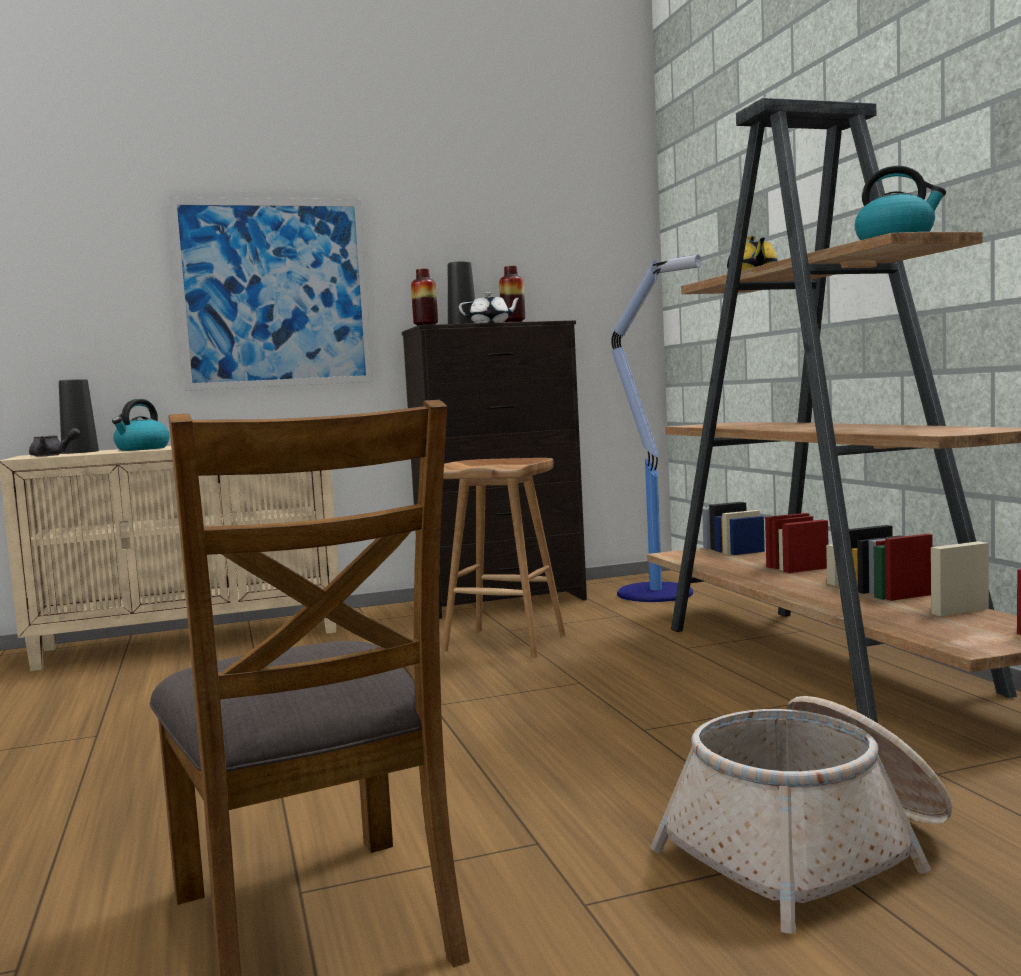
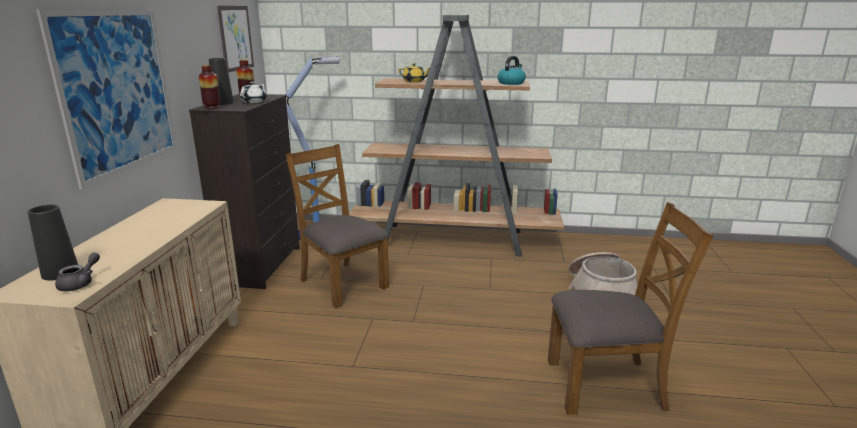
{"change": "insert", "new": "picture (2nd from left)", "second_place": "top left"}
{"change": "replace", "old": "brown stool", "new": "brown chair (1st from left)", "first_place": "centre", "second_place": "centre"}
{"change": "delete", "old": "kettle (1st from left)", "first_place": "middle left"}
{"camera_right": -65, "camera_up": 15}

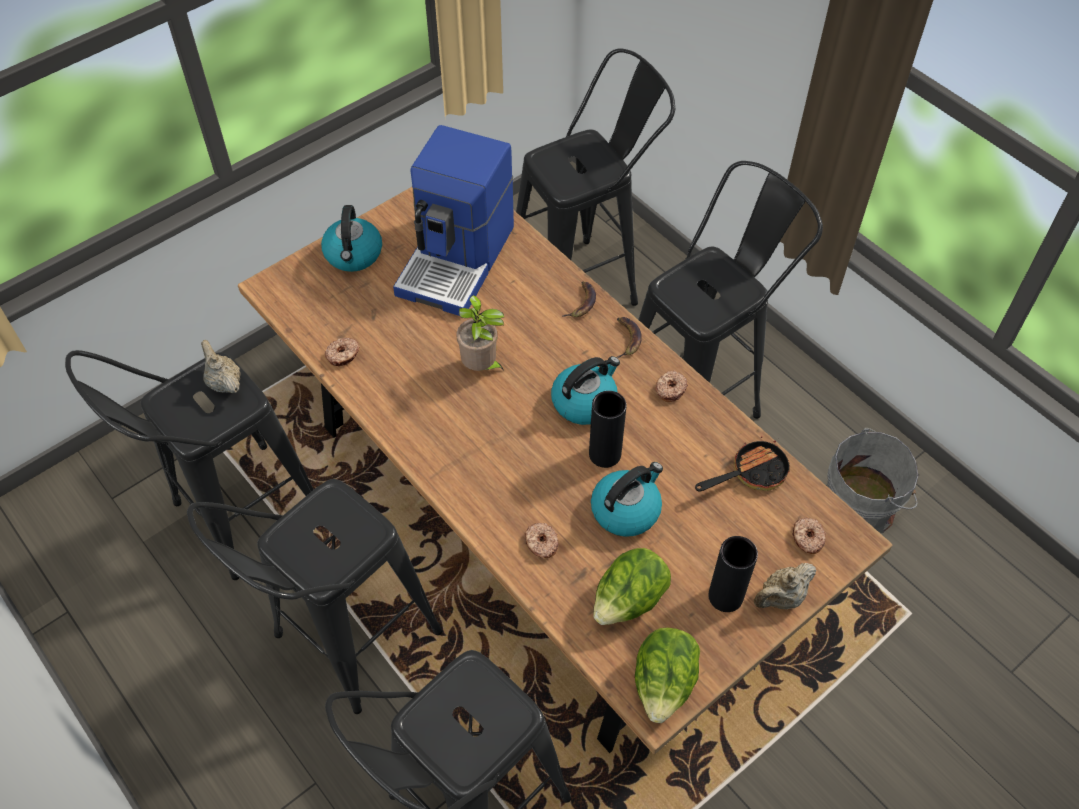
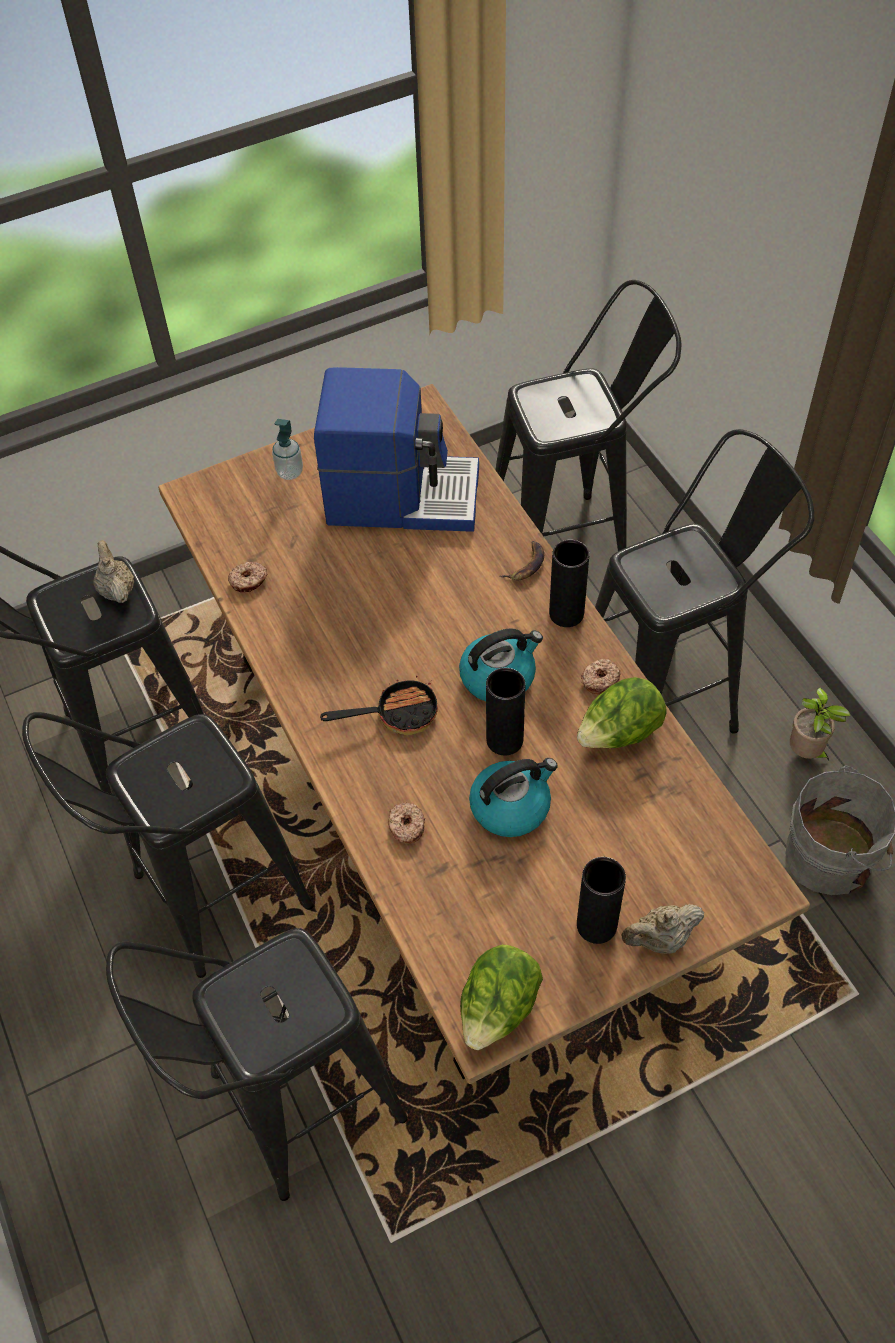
{"change": "replace", "old": "kettle (1st from left)", "new": "soap dispenser", "first_place": "top left", "second_place": "middle left"}
{"change": "rotate", "old": "coffee machine", "first_place": "top centre", "second_place": "centre", "degrees": -120}
{"change": "move", "old": "frying pan", "first_place": "middle right", "second_place": "centre"}
{"change": "replace", "old": "banana (2nd from left)", "new": "black vase (2nd from left)", "first_place": "centre", "second_place": "centre"}
{"change": "move", "old": "lettuce (1st from left in the first image)", "new": "lettuce (2nd from left)", "first_place": "bottom centre", "second_place": "middle right"}
{"change": "move", "old": "potted plant", "first_place": "centre", "second_place": "middle right"}
{"change": "delete", "old": "donut (4th from left)", "first_place": "middle right"}
{"camera_right": 15, "camera_up": 0}

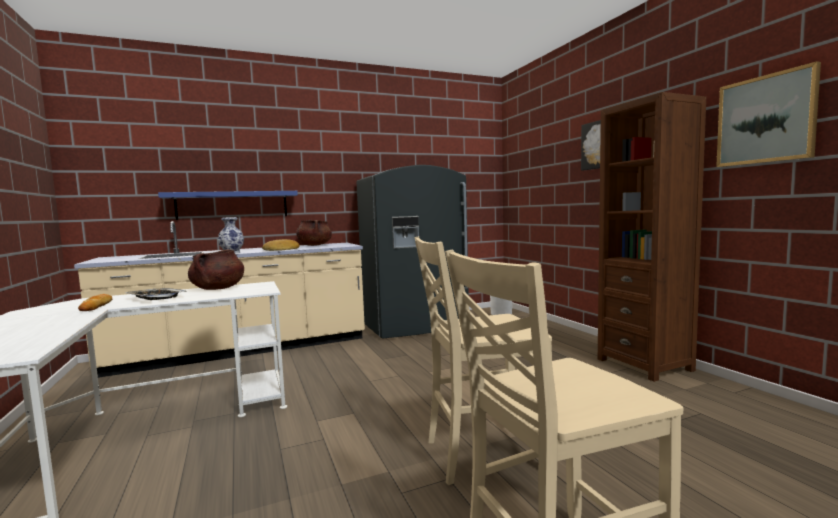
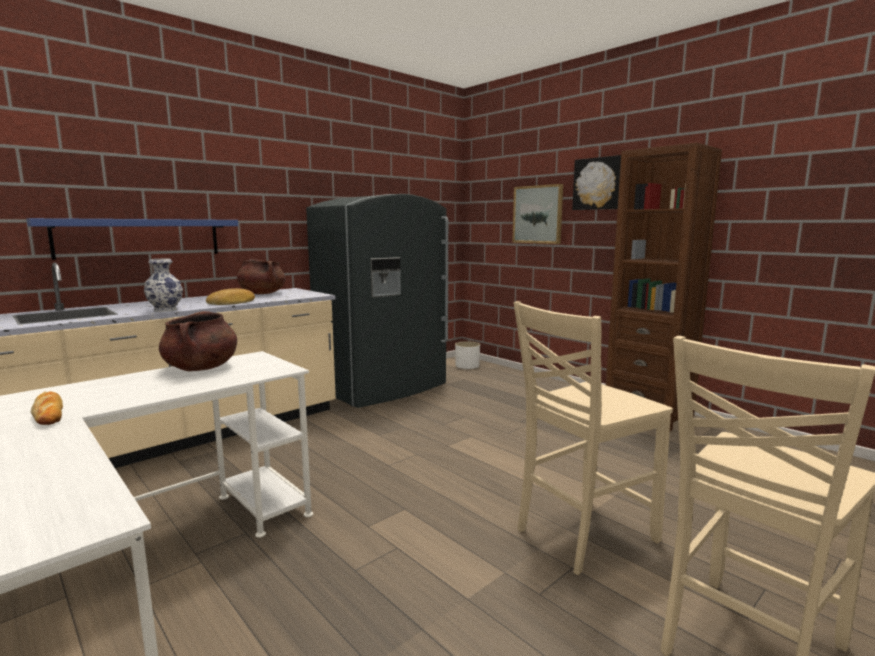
{"change": "move", "old": "picture (2nd from left in the first image)", "new": "picture (1st from left)", "first_place": "top right", "second_place": "top centre"}
{"change": "delete", "old": "tray", "first_place": "middle left"}
{"camera_right": -20, "camera_up": 5}

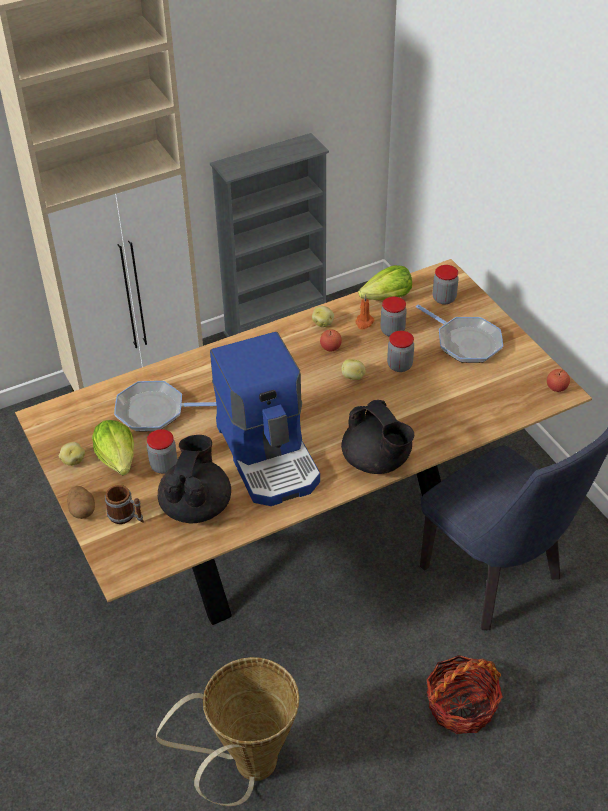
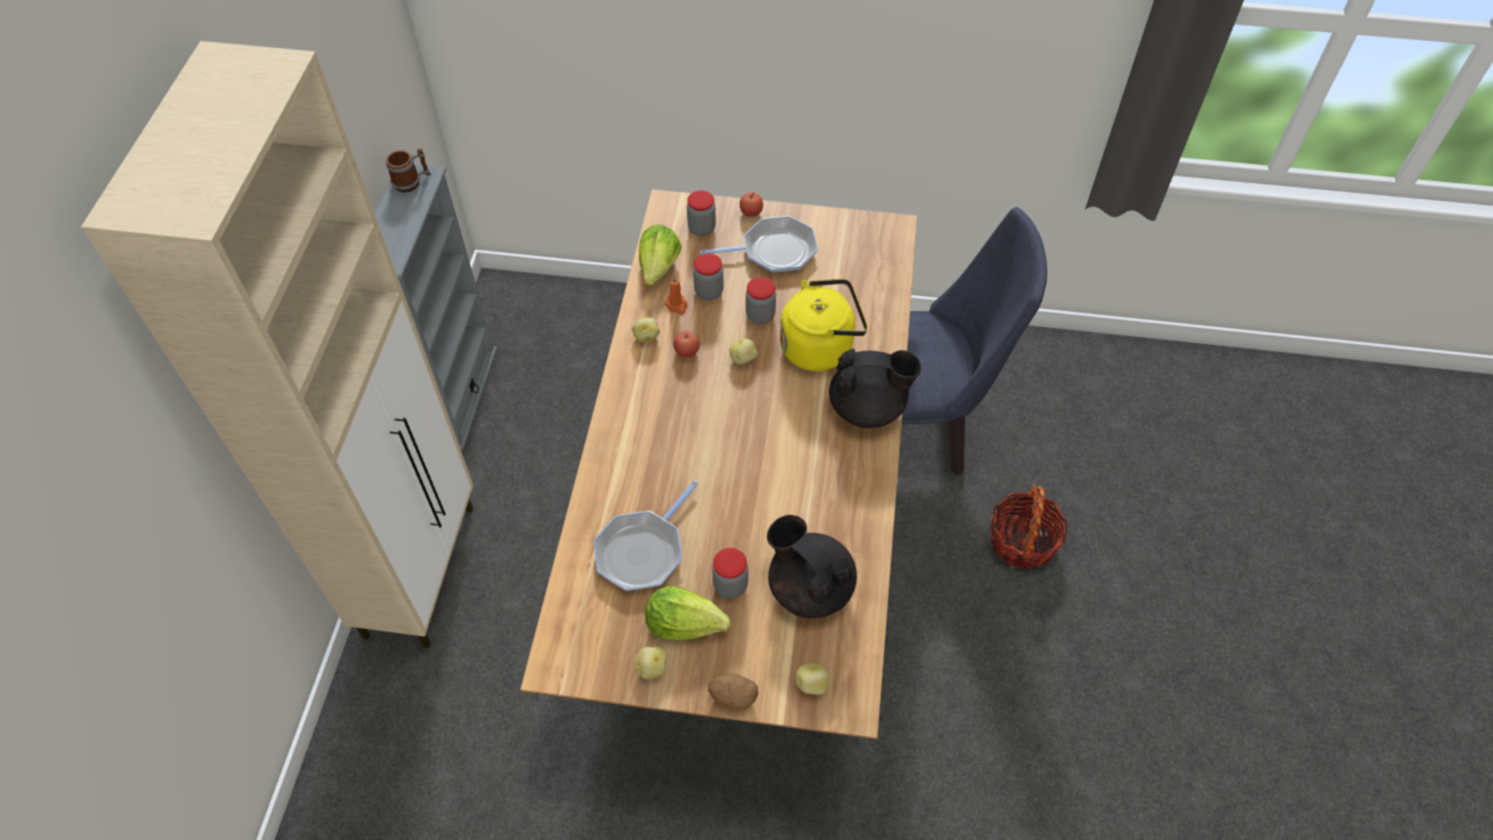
{"change": "move", "old": "mug", "first_place": "middle left", "second_place": "top left"}
{"change": "move", "old": "apple (2nd from left)", "first_place": "middle right", "second_place": "top centre"}
{"change": "insert", "new": "yellow kettle", "second_place": "centre"}
{"change": "insert", "new": "potato (5th from left)", "second_place": "bottom centre"}
{"change": "delete", "old": "basket (1st from left)", "first_place": "bottom centre"}
{"change": "delete", "old": "coffee machine", "first_place": "centre"}
{"camera_right": -55, "camera_up": 10}

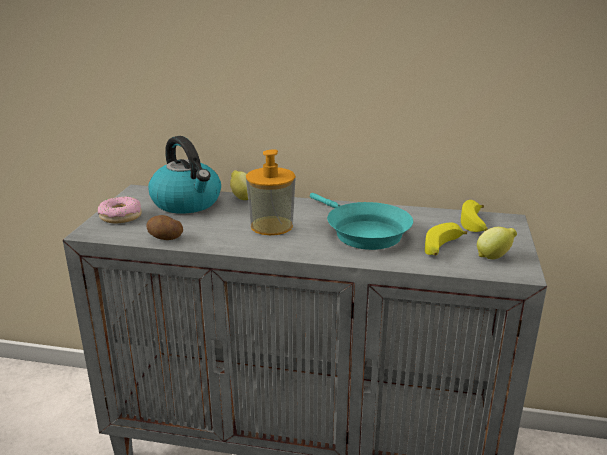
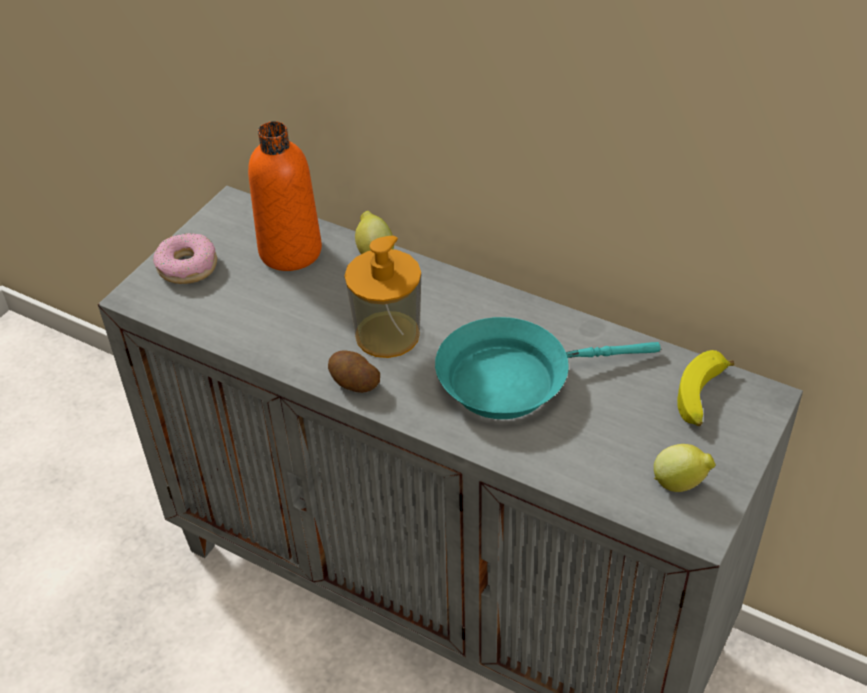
{"change": "replace", "old": "kettle", "new": "orange bottle", "first_place": "middle left", "second_place": "top left"}
{"change": "move", "old": "potato", "first_place": "middle left", "second_place": "centre"}
{"change": "rotate", "old": "turquoise frying pan", "first_place": "centre", "second_place": "centre", "degrees": 90}
{"change": "delete", "old": "banana (1st from left)", "first_place": "middle right"}
{"camera_right": 20, "camera_up": 20}

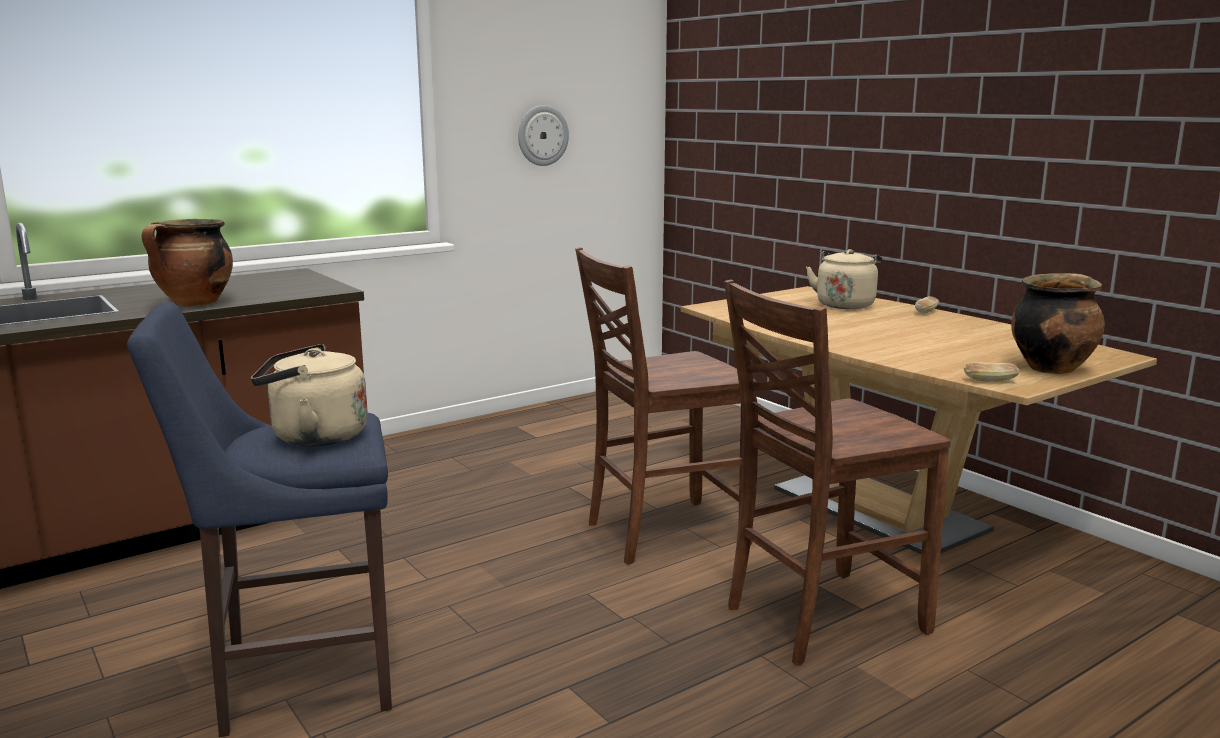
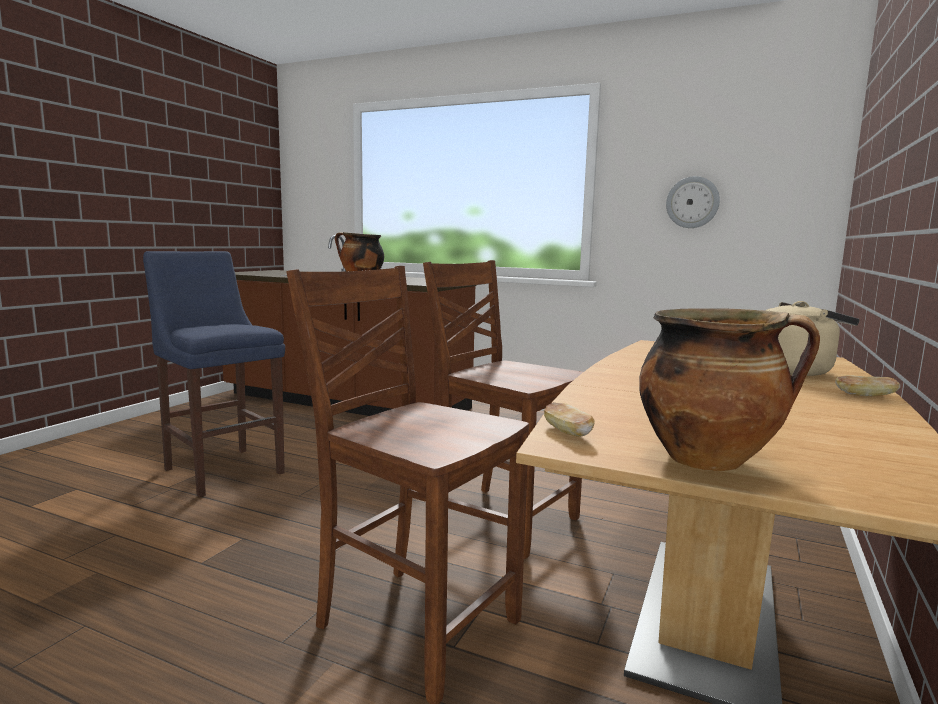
{"change": "delete", "old": "beige kettle (1st from left)", "first_place": "middle left"}
{"camera_right": 60, "camera_up": -5}

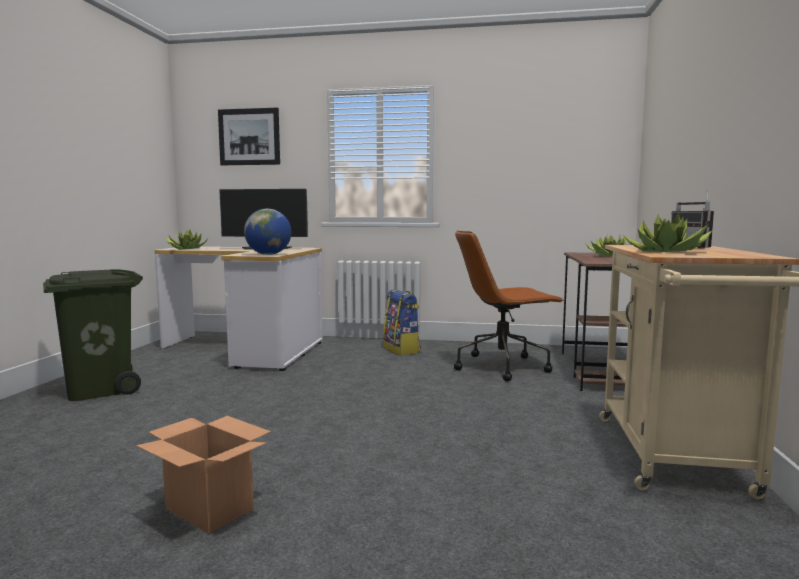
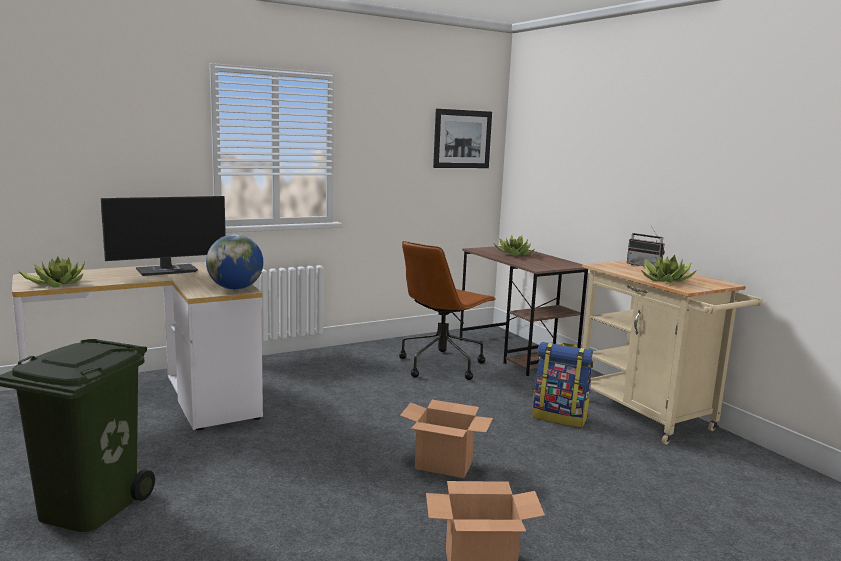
{"change": "insert", "new": "cardboard box (1st from left)", "second_place": "bottom centre"}
{"change": "move", "old": "picture", "first_place": "top left", "second_place": "top centre"}
{"change": "move", "old": "backpack", "first_place": "centre", "second_place": "bottom right"}
{"camera_right": -40, "camera_up": 5}

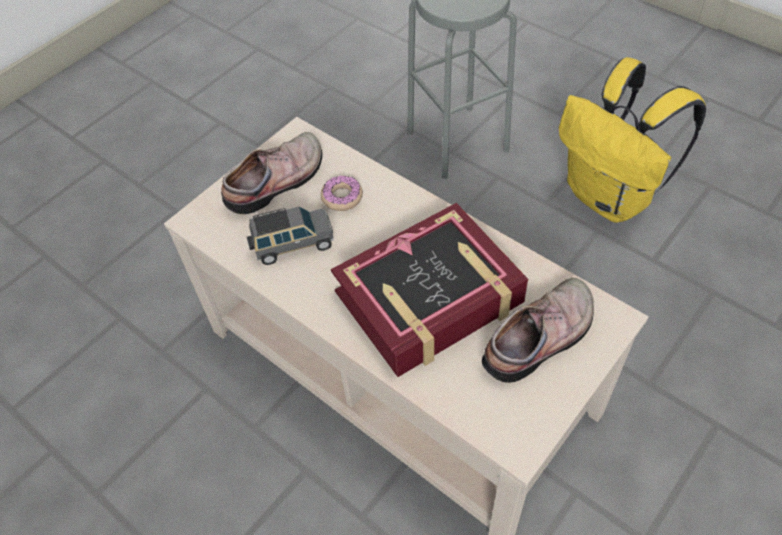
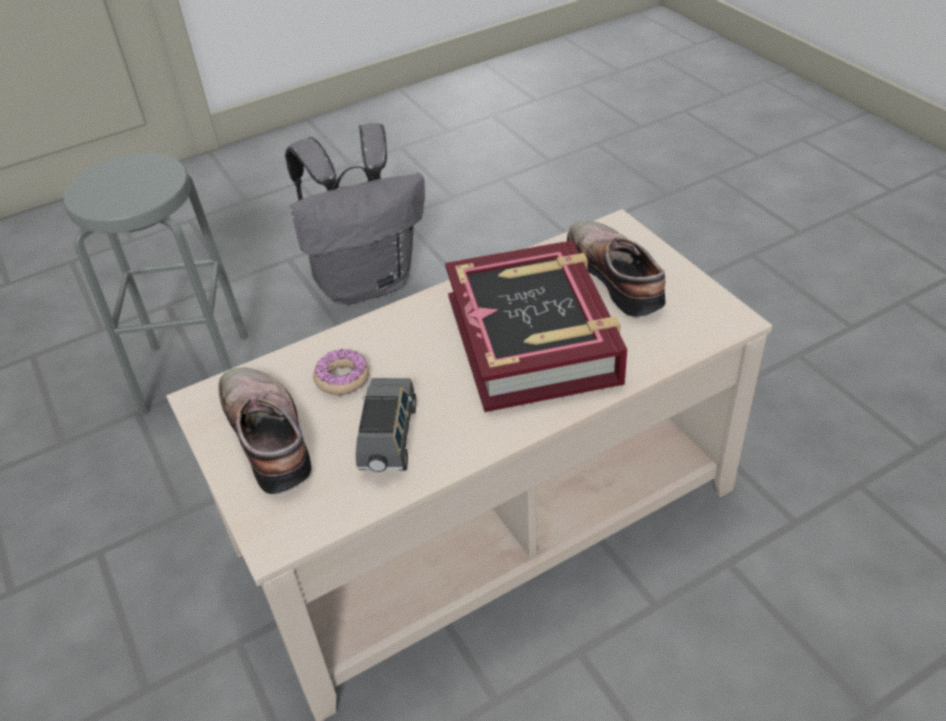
{"change": "recolor", "old": "yellow backpack", "new": "grey backpack", "first_place": "top right", "second_place": "top centre"}
{"camera_right": -70, "camera_up": -10}

